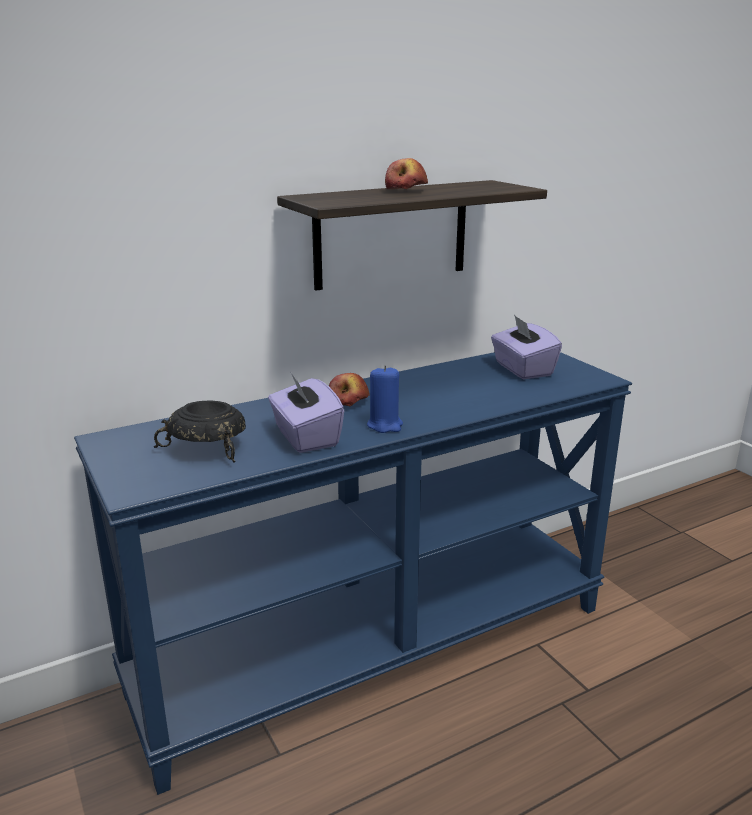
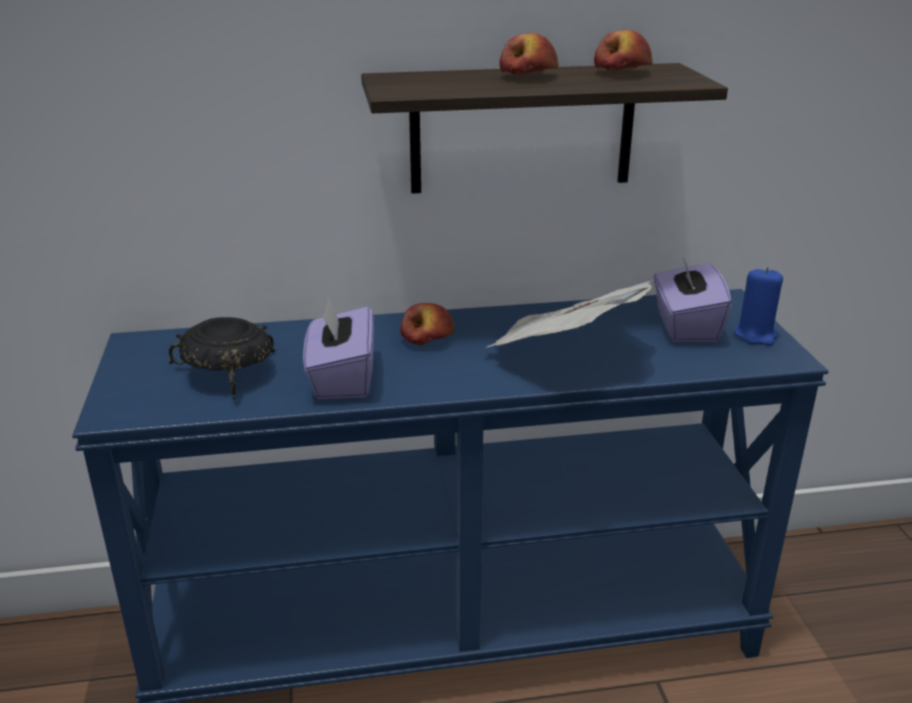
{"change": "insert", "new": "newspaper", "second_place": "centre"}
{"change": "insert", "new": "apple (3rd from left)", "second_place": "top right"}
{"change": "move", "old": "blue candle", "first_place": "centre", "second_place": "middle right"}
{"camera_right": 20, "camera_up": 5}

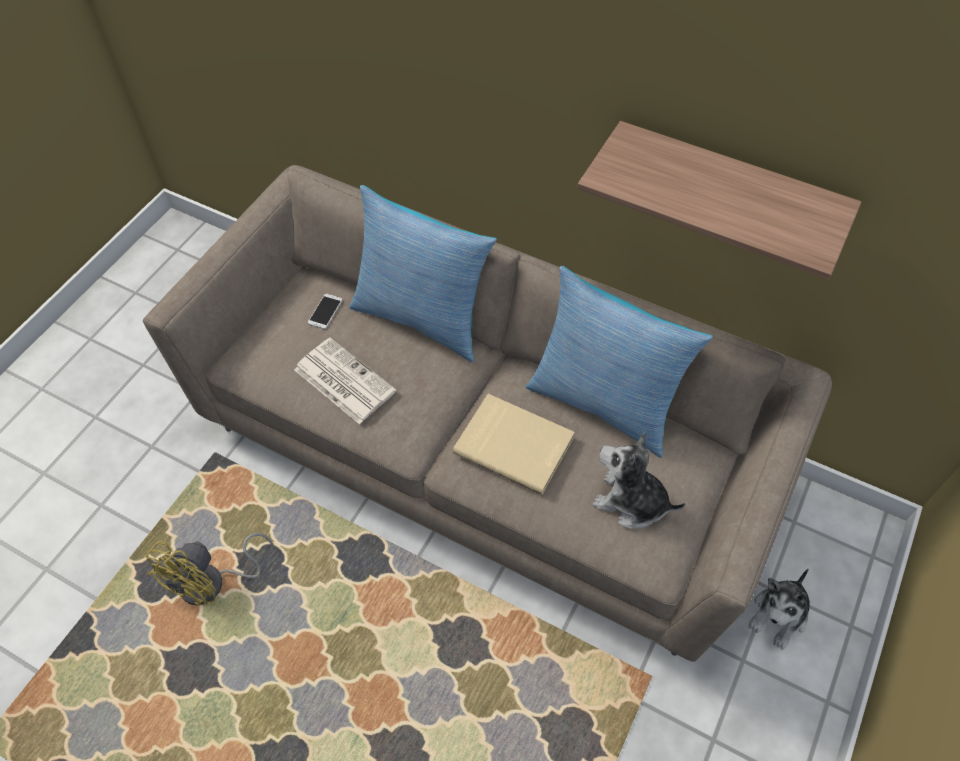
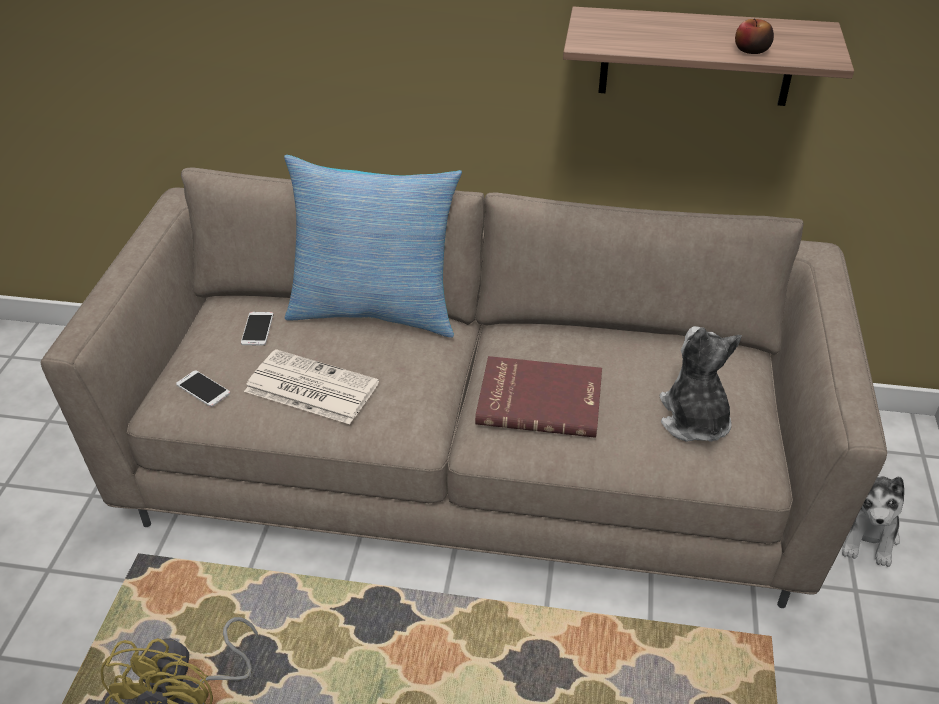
{"change": "insert", "new": "phone (1st from left)", "second_place": "middle left"}
{"change": "recolor", "old": "beige book", "new": "red book", "first_place": "centre", "second_place": "centre"}
{"change": "rotate", "old": "plush toy (1st from left)", "first_place": "centre", "second_place": "middle right", "degrees": 75}
{"change": "insert", "new": "apple", "second_place": "top right"}
{"change": "delete", "old": "pillow (2nd from left)", "first_place": "centre"}
{"camera_right": -20, "camera_up": -15}

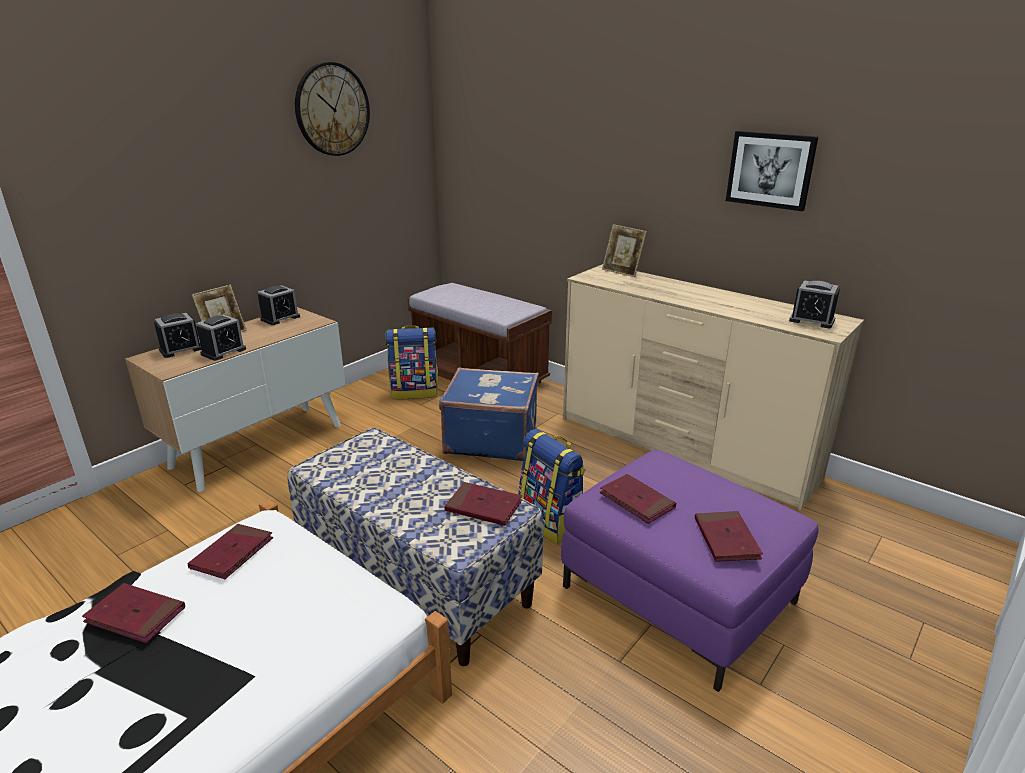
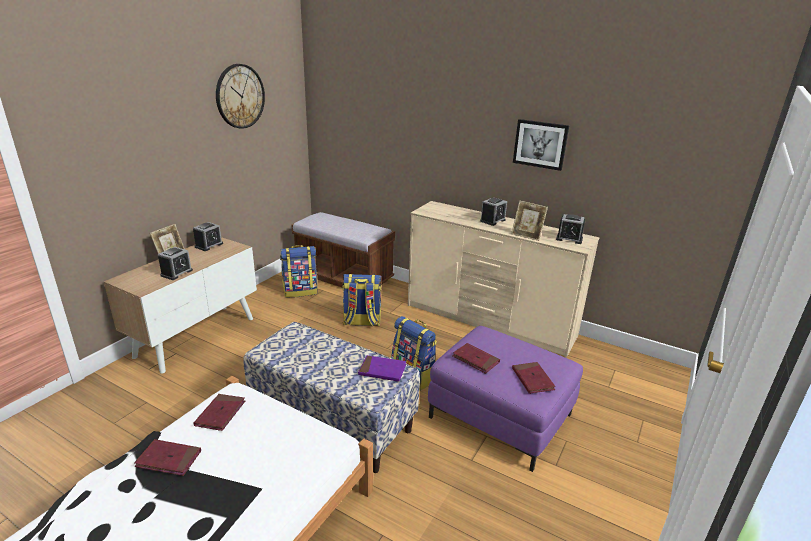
{"change": "replace", "old": "blue suitcase", "new": "backpack (2nd from left)", "first_place": "centre", "second_place": "centre"}
{"change": "recolor", "old": "red book (3rd from left)", "new": "purple book", "first_place": "centre", "second_place": "bottom centre"}
{"change": "move", "old": "alarm clock (1st from left in the first image)", "new": "alarm clock (3rd from left)", "first_place": "middle left", "second_place": "centre"}
{"change": "move", "old": "picture frame (2nd from left)", "first_place": "top centre", "second_place": "centre"}
{"camera_right": -10, "camera_up": 0}

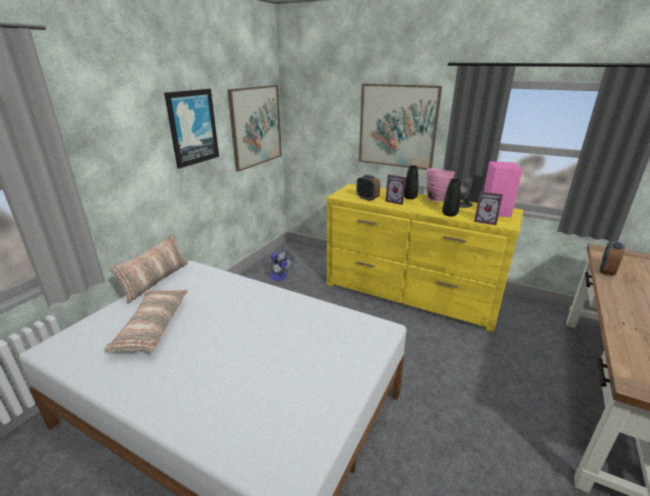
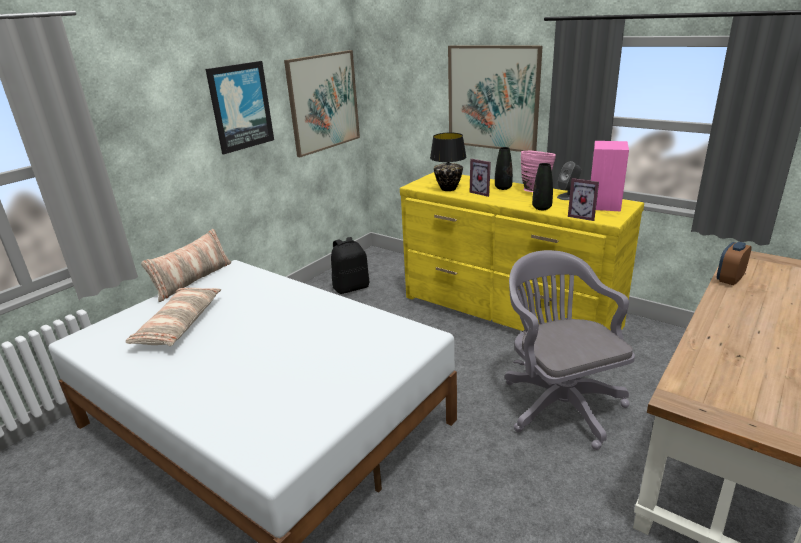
{"change": "replace", "old": "fan", "new": "black backpack", "first_place": "centre", "second_place": "centre"}
{"change": "replace", "old": "alarm clock (1st from left)", "new": "black table lamp", "first_place": "centre", "second_place": "top centre"}
{"change": "insert", "new": "grey office chair", "second_place": "middle right"}
{"camera_right": 10, "camera_up": 0}

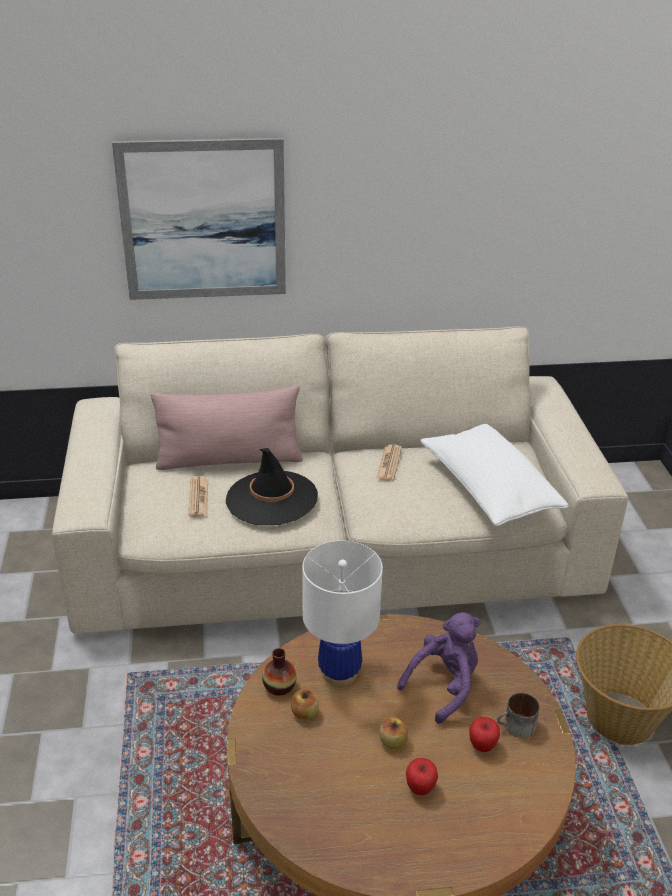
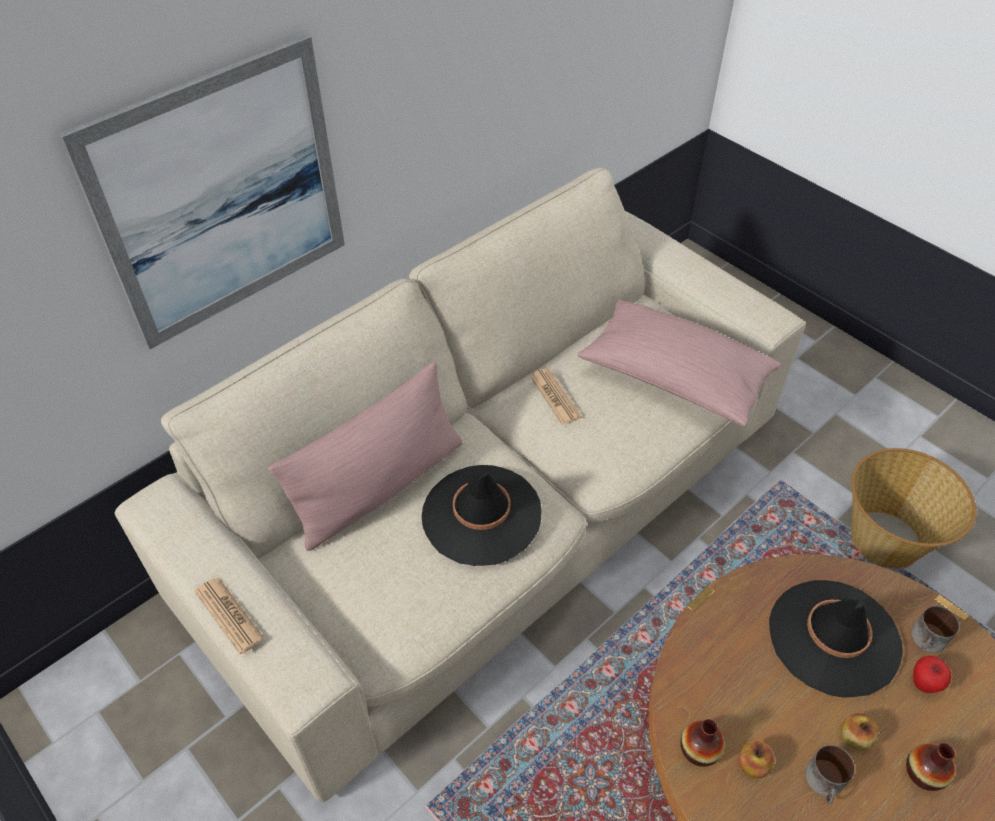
{"change": "move", "old": "newspaper (1st from left)", "first_place": "middle left", "second_place": "bottom left"}
{"change": "recolor", "old": "white pillow", "new": "pink pillow (2nd from left)", "first_place": "middle right", "second_place": "middle right"}
{"change": "replace", "old": "purple plush toy", "new": "black hat (2nd from left)", "first_place": "bottom centre", "second_place": "bottom right"}
{"change": "insert", "new": "mug (1st from left)", "second_place": "bottom right"}
{"change": "replace", "old": "apple (3rd from left)", "new": "vase (2nd from left)", "first_place": "bottom centre", "second_place": "bottom right"}
{"change": "delete", "old": "white table lamp", "first_place": "bottom centre"}
{"camera_right": -35, "camera_up": 15}

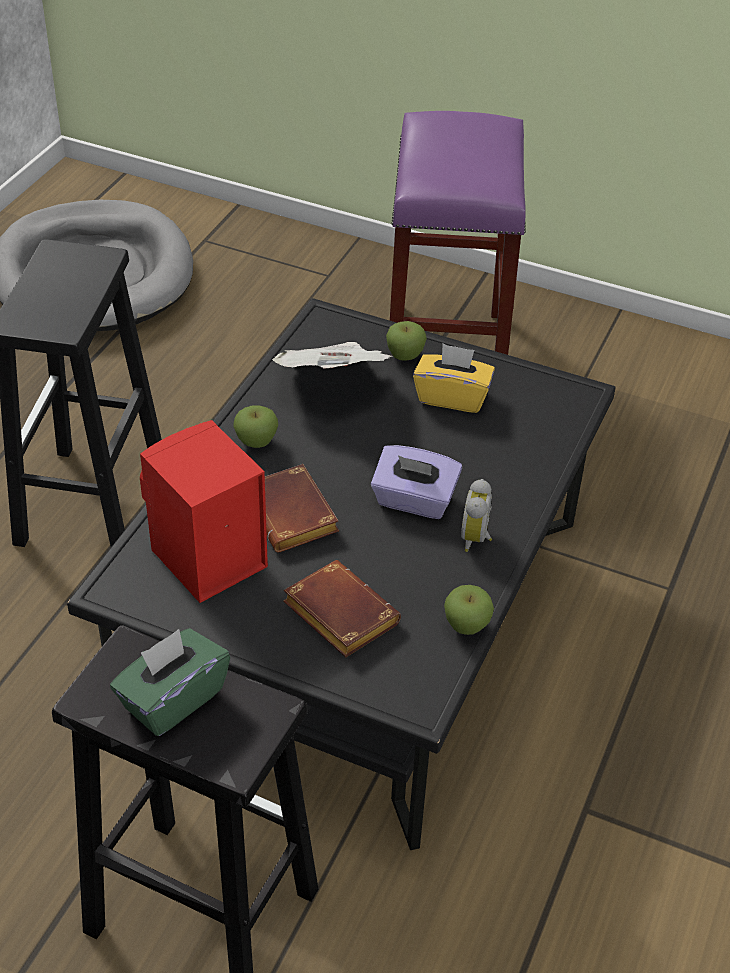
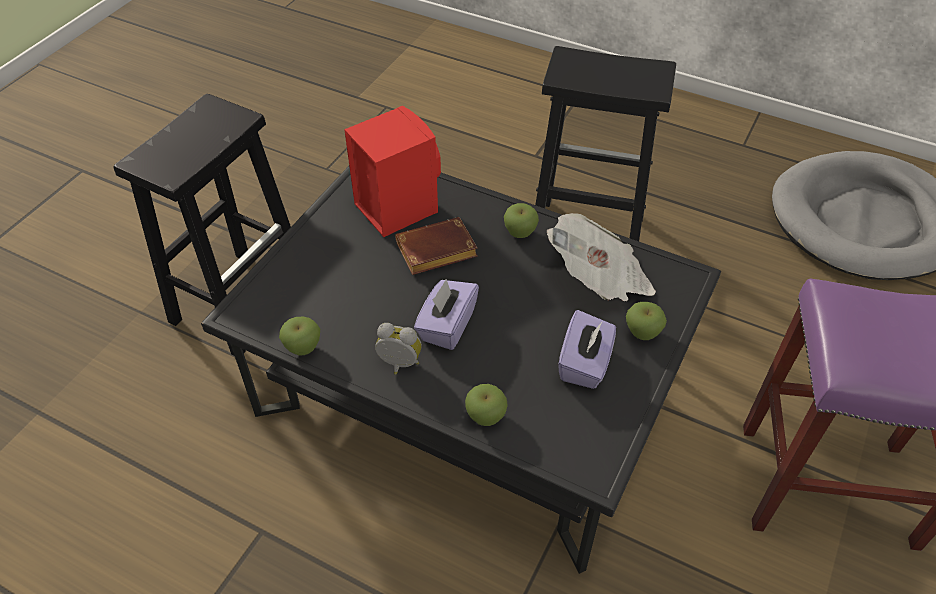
{"change": "insert", "new": "apple (2nd from left)", "second_place": "bottom centre"}
{"change": "recolor", "old": "yellow tissue box", "new": "purple tissue box (2nd from left)", "first_place": "centre", "second_place": "centre"}
{"change": "delete", "old": "green tissue box", "first_place": "bottom left"}
{"change": "delete", "old": "brown book (2nd from left)", "first_place": "centre"}
{"camera_right": 95, "camera_up": 5}

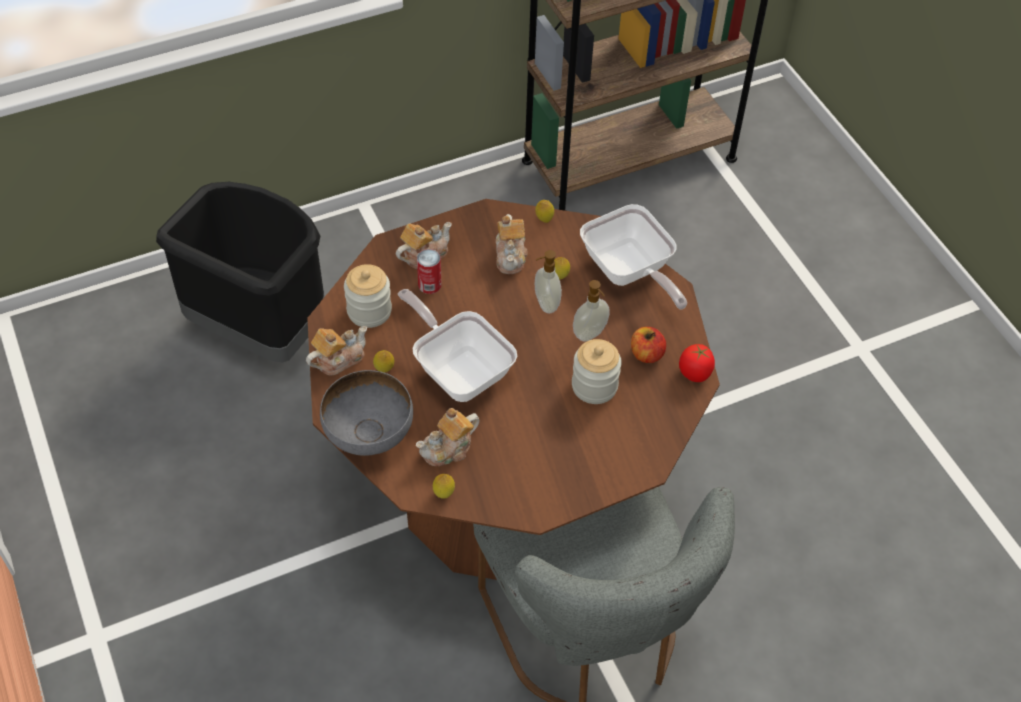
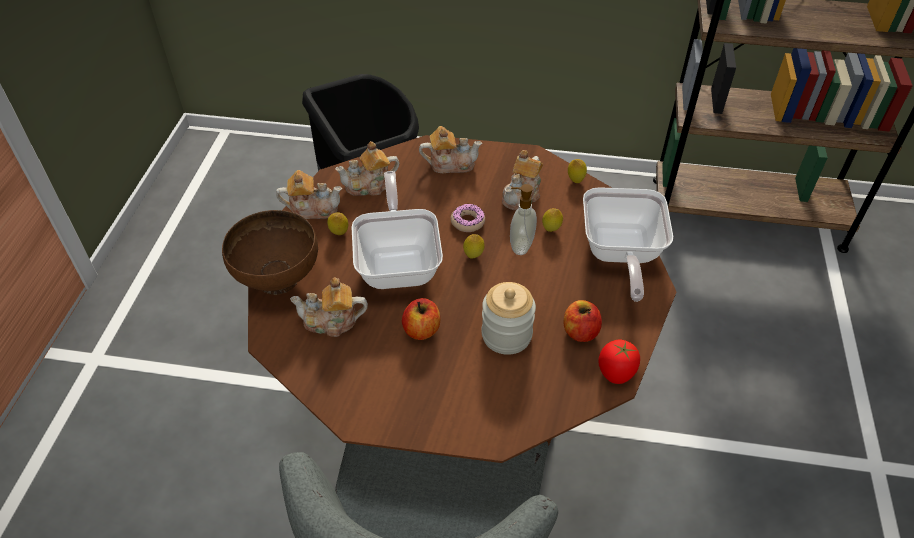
{"change": "recolor", "old": "grey bowl", "new": "brown bowl", "first_place": "centre", "second_place": "middle left"}
{"change": "replace", "old": "jar (1st from left)", "new": "teapot (3rd from left)", "first_place": "centre", "second_place": "top centre"}
{"change": "insert", "new": "apple (1st from left)", "second_place": "centre"}
{"change": "insert", "new": "donut", "second_place": "centre"}
{"change": "move", "old": "lemon (2nd from left)", "first_place": "bottom centre", "second_place": "centre"}
{"change": "delete", "old": "can", "first_place": "centre"}
{"change": "delete", "old": "soap dispenser (2nd from left)", "first_place": "centre"}
{"camera_right": 35, "camera_up": -5}

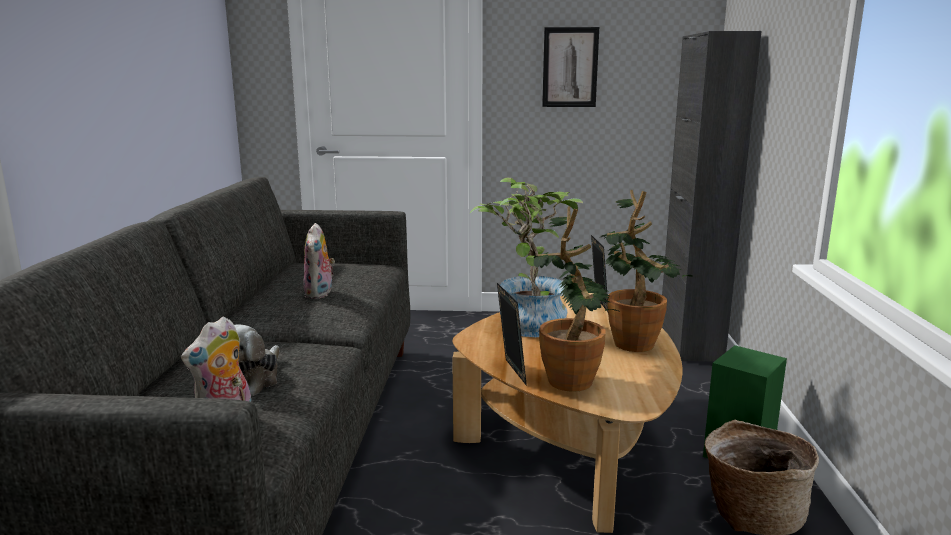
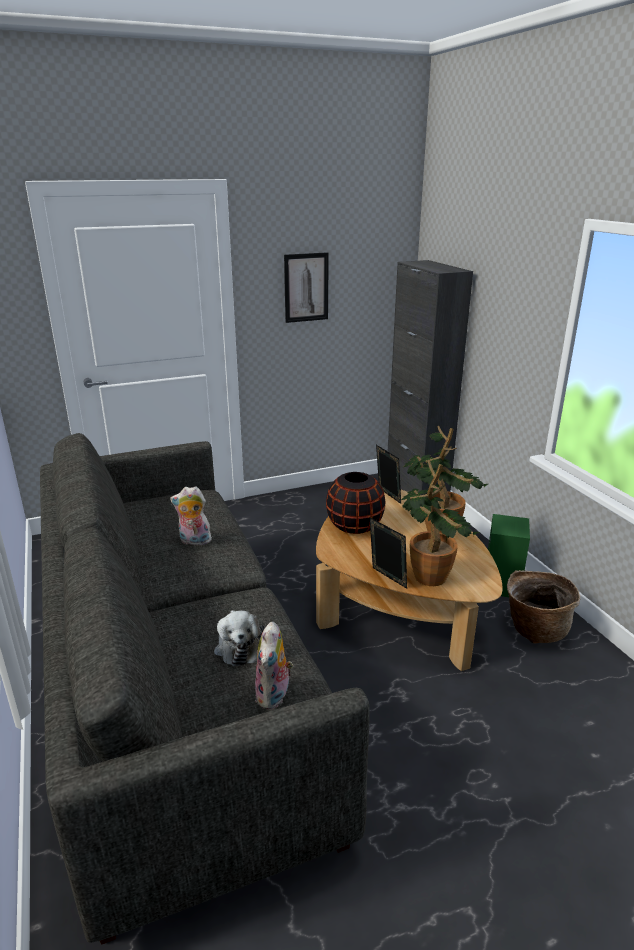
{"change": "rotate", "old": "plush toy (3rd from left in the first image)", "first_place": "centre", "second_place": "middle left", "degrees": 120}
{"change": "replace", "old": "potted plant (1st from left)", "new": "black vase", "first_place": "centre", "second_place": "centre"}
{"camera_right": -25, "camera_up": 10}

